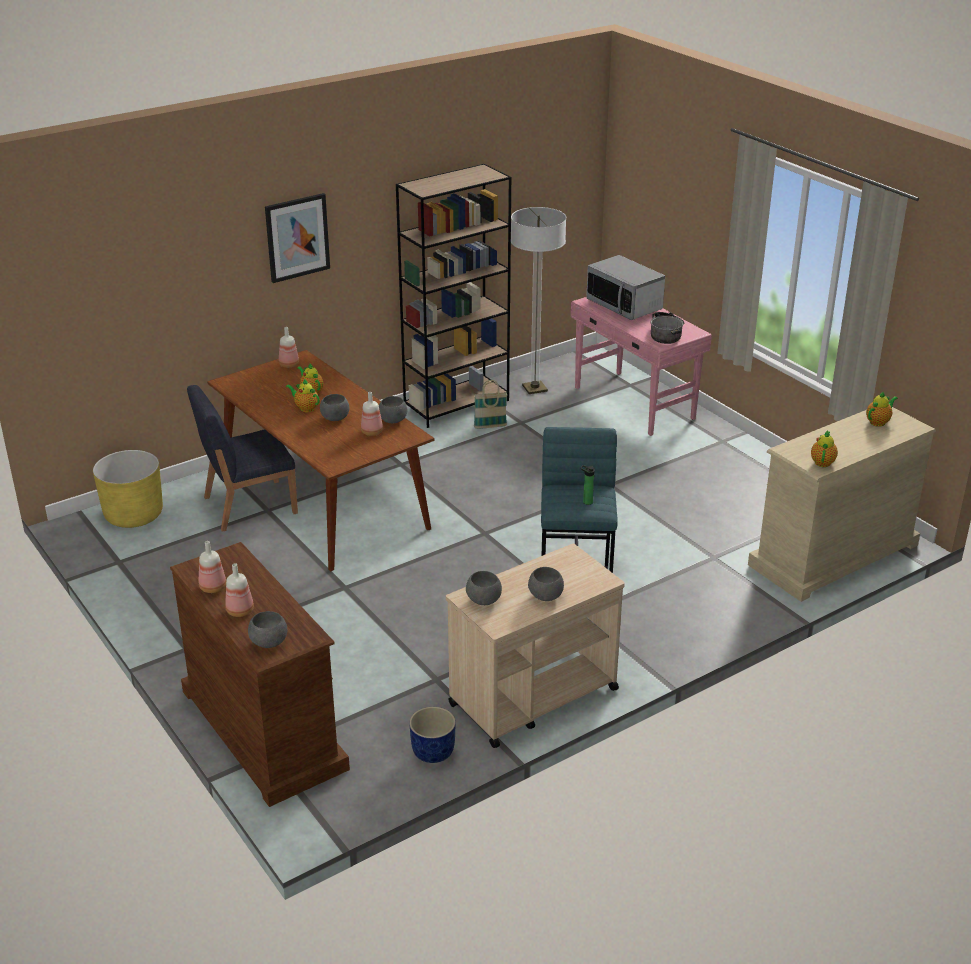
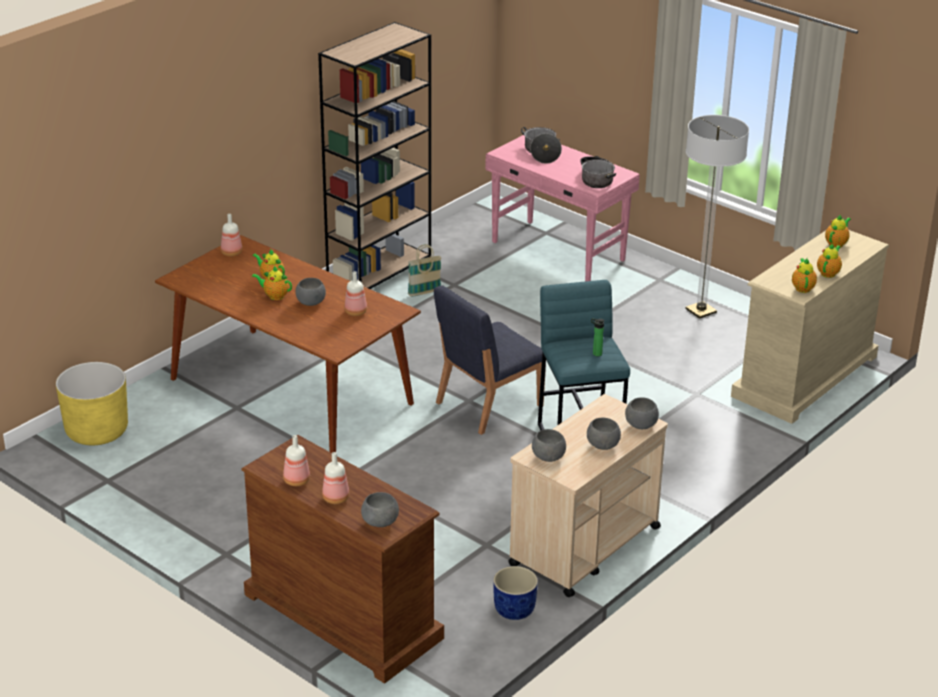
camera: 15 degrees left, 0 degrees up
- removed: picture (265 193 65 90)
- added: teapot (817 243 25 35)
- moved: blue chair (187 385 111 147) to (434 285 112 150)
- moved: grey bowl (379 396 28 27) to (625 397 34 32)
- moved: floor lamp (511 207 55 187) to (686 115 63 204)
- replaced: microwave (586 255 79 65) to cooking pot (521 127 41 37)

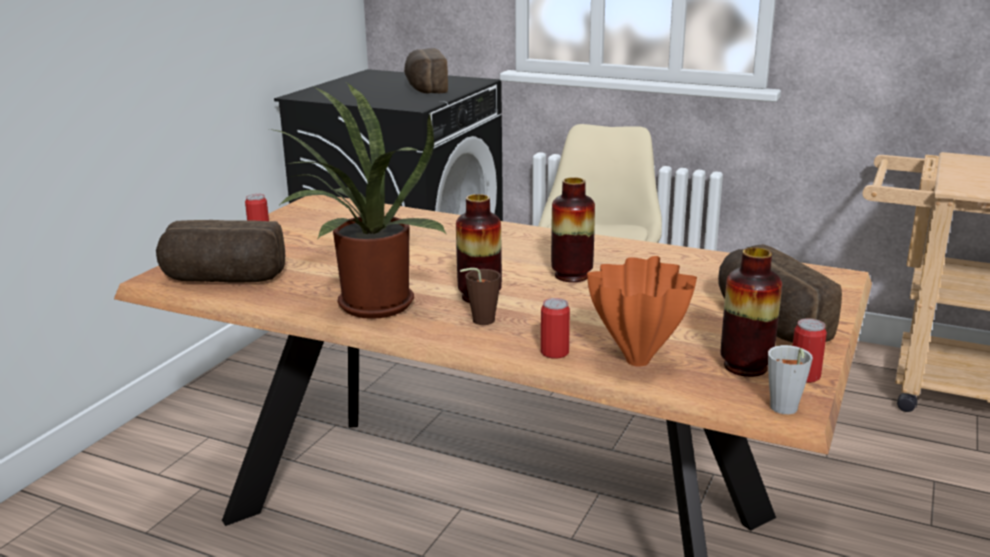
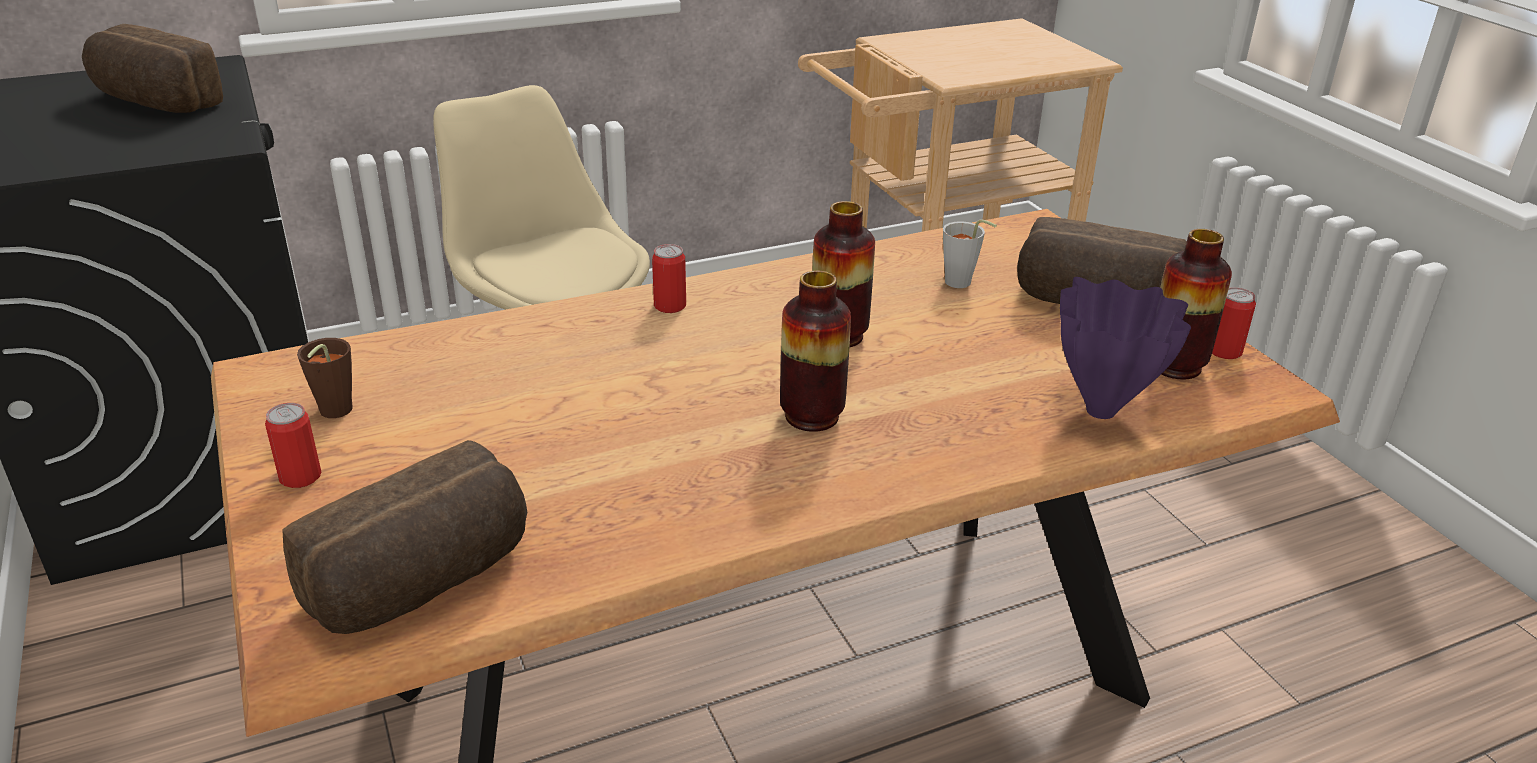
camera: 50 degrees left, 10 degrees up
- removed: potted plant (270 83 177 236)
- moved: brown cup (460 268 41 57) to (297 338 56 80)
- moved: can (541 298 29 61) to (652 244 34 69)
- moved: grey cup (768 345 45 69) to (943 220 54 68)
- recoloured: orange vase (587 256 110 111) to purple vase (1060 277 131 142)

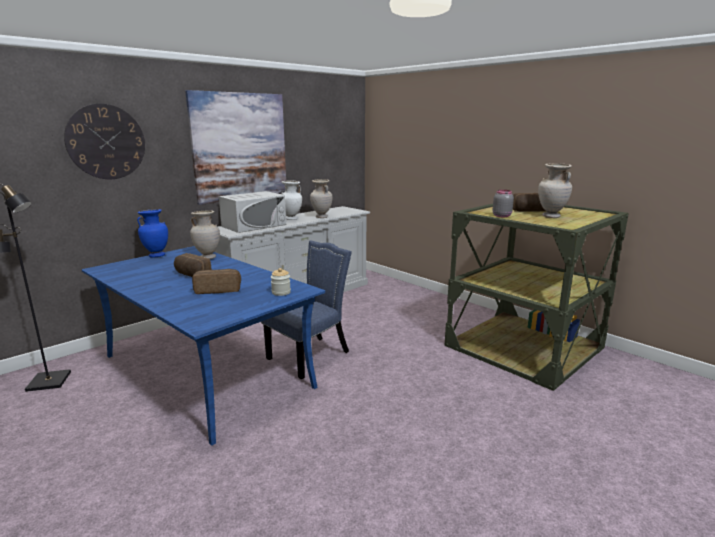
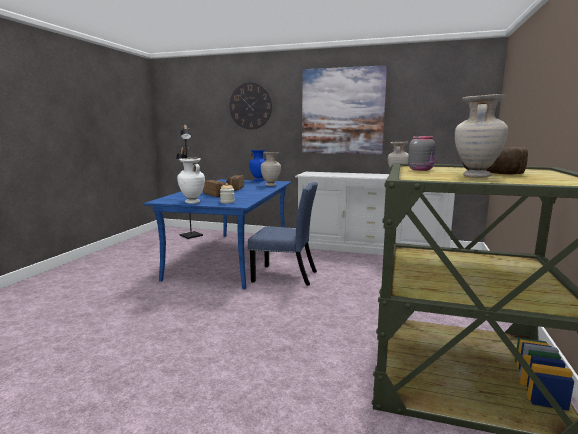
camera: 60 degrees right, 5 degrees down
- removed: white microwave (219 191 67 42)
- moved: white vase (281 180 21 40) to (177 158 28 46)

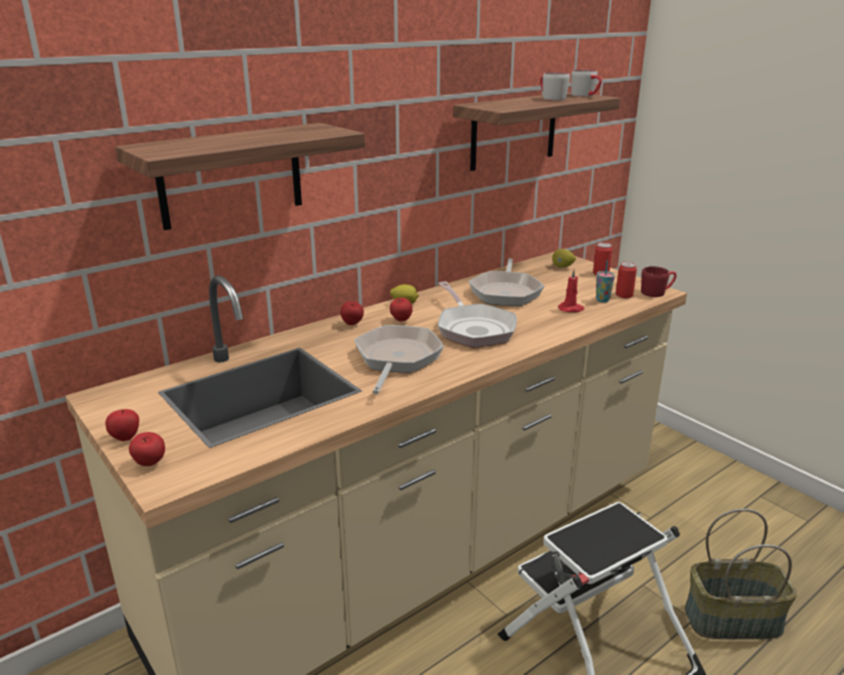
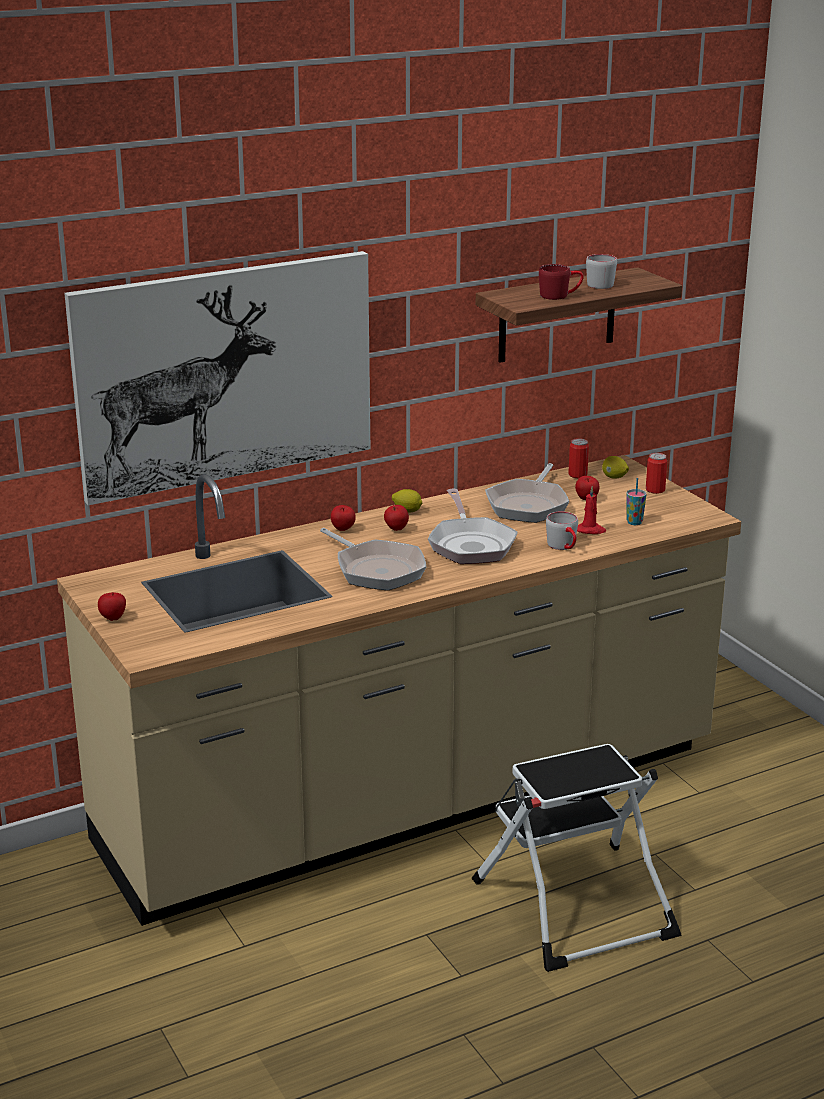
camera: 10 degrees right, 0 degrees up
- removed: basket (685 509 112 130)
- moved: apple (129 432 36 34) to (575 476 24 24)
- moved: grey mug (571 70 31 27) to (546 511 32 39)
- moved: can (616 262 21 36) to (568 438 21 40)
- moved: red mug (641 266 36 31) to (539 264 45 36)
- replaced: shelf (115 123 250 107) to picture (64 251 306 254)
- turned: frying pan (354 325 90 69) = (320 528 106 63) 120 degrees clockwise

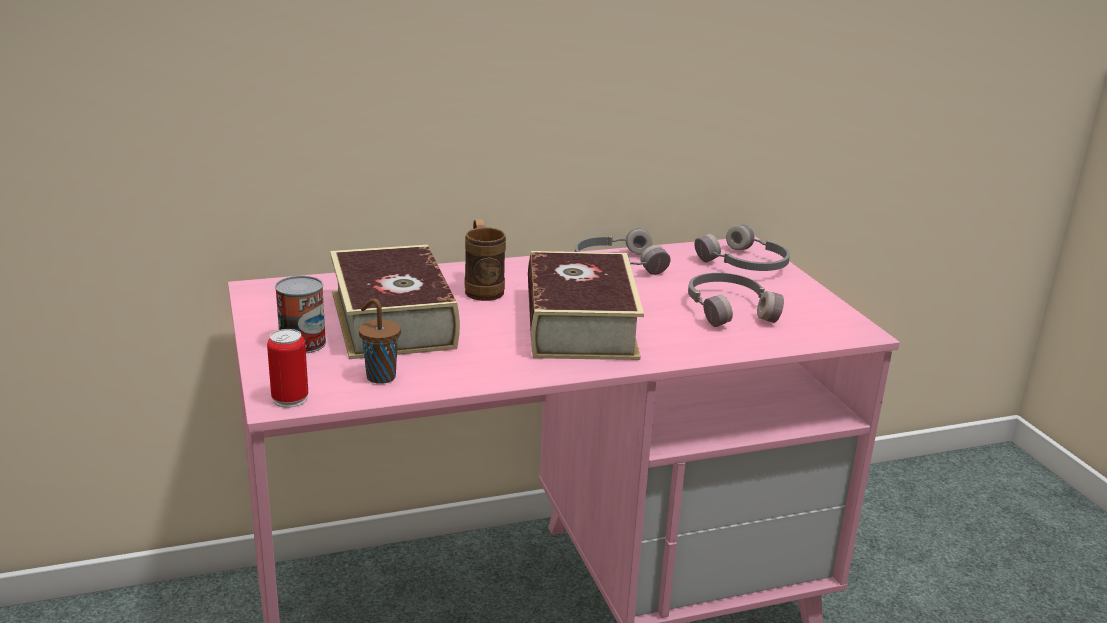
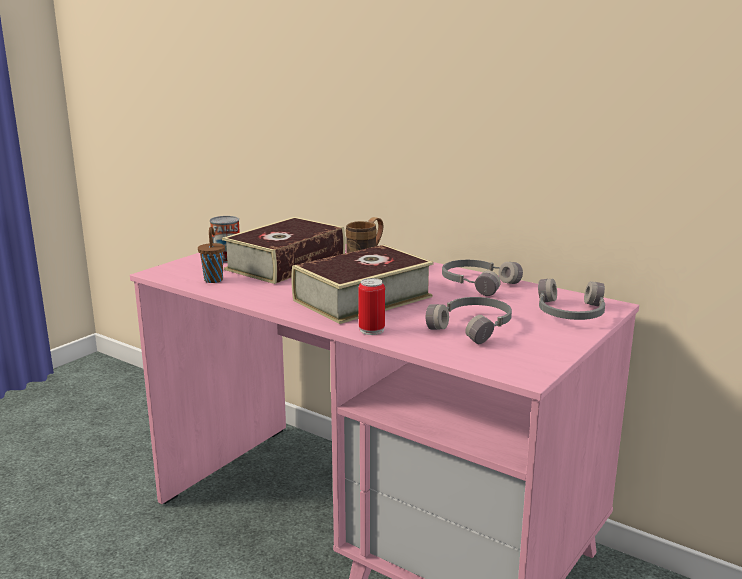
camera: 55 degrees right, 5 degrees down
- moved: can (267 329 41 79) to (358 278 27 57)

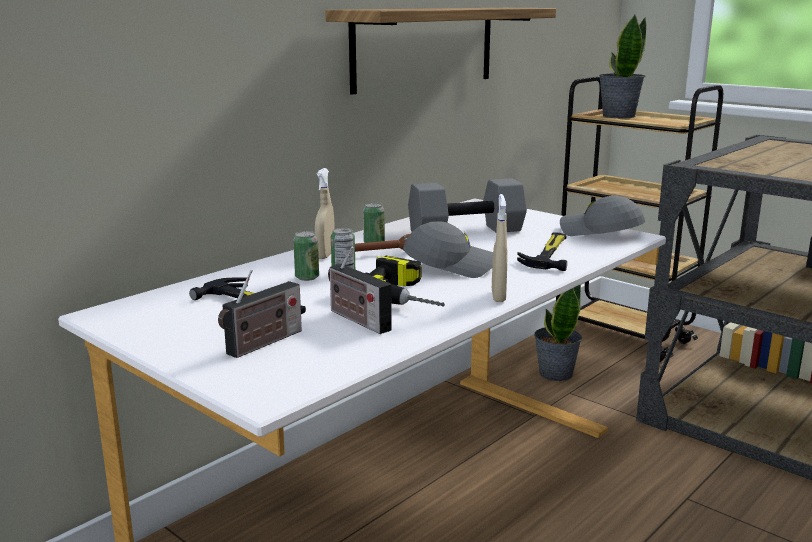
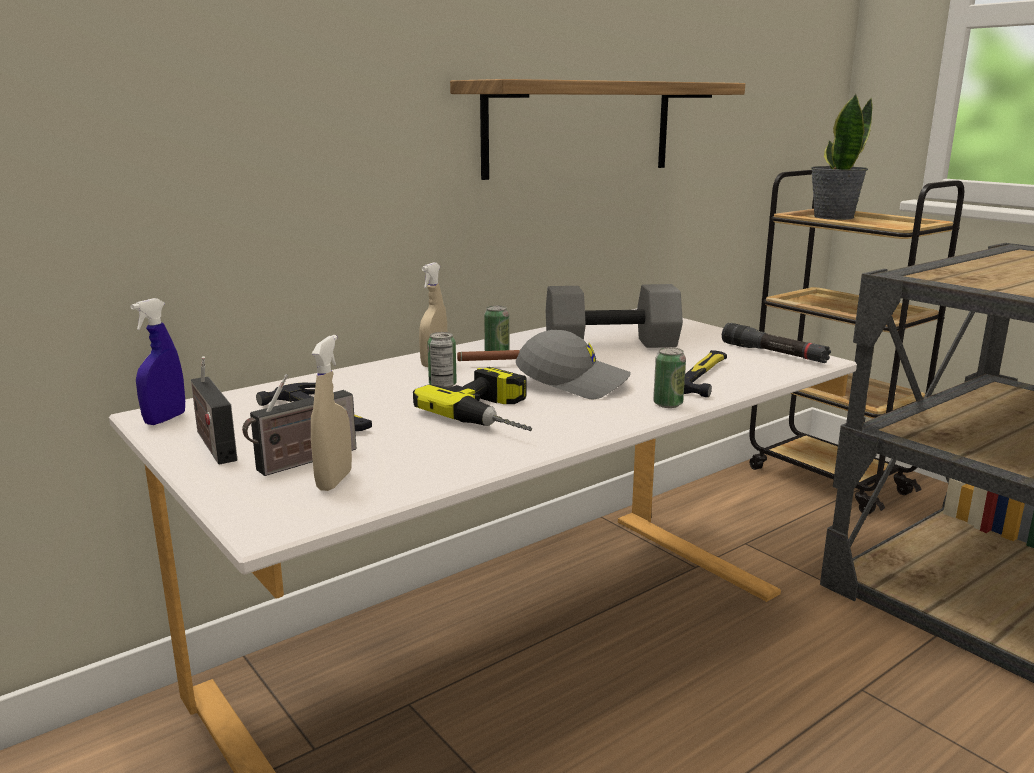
camera: 10 degrees right, 0 degrees up
- removed: potted plant (534 284 48 97)
- added: blue spray bottle (130 298 55 127)
- moved: can (293 231 26 50) to (653 347 33 61)
- moved: radio (328 247 64 87) to (191 356 46 109)
- moved: beige spray bottle (492 194 15 108) to (311 335 41 156)
- replaced: grey cap (560 196 85 40) to black flashlight (722 323 109 40)

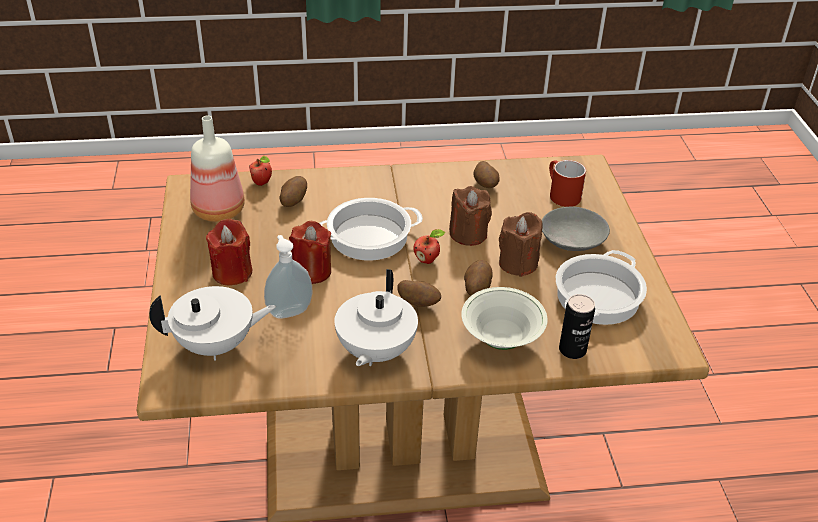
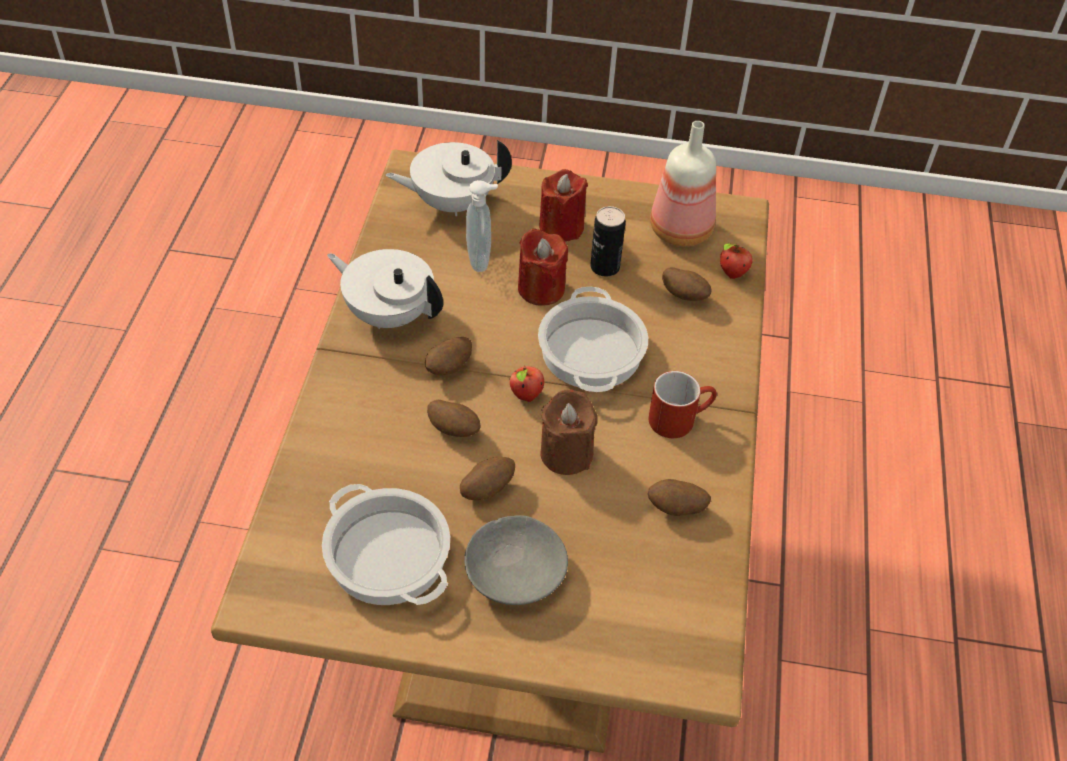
camera: 105 degrees right, 10 degrees up
- removed: white bowl (461 287 87 63)
- moved: red mug (549 160 37 47) to (648 371 69 67)
- moved: can (559 294 36 65) to (590 206 36 70)
- replaced: brown candle (499 212 44 65) to potato (460 457 55 43)
- turned: white teapot (149 286 127 75) = (386 140 126 76) 75 degrees clockwise

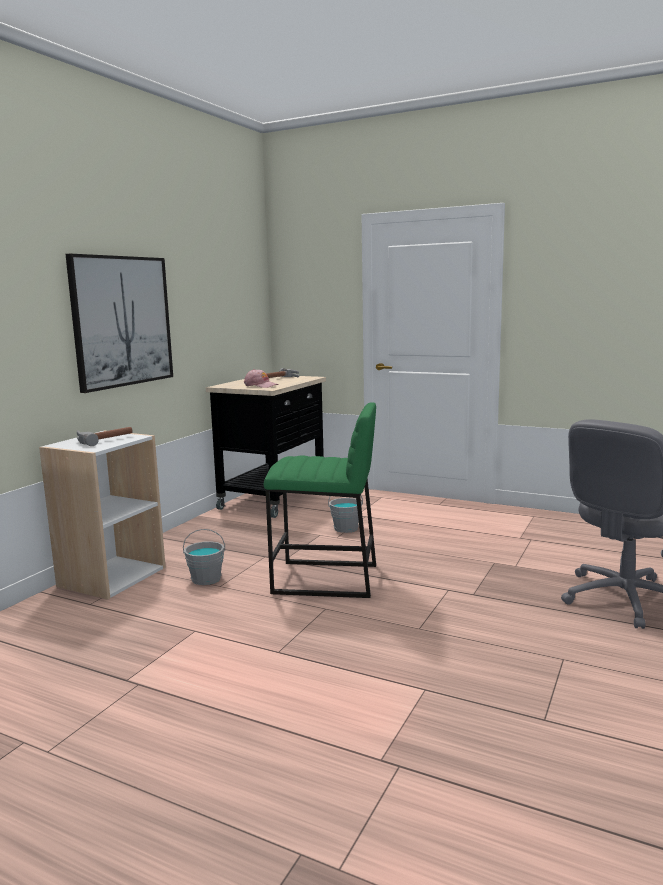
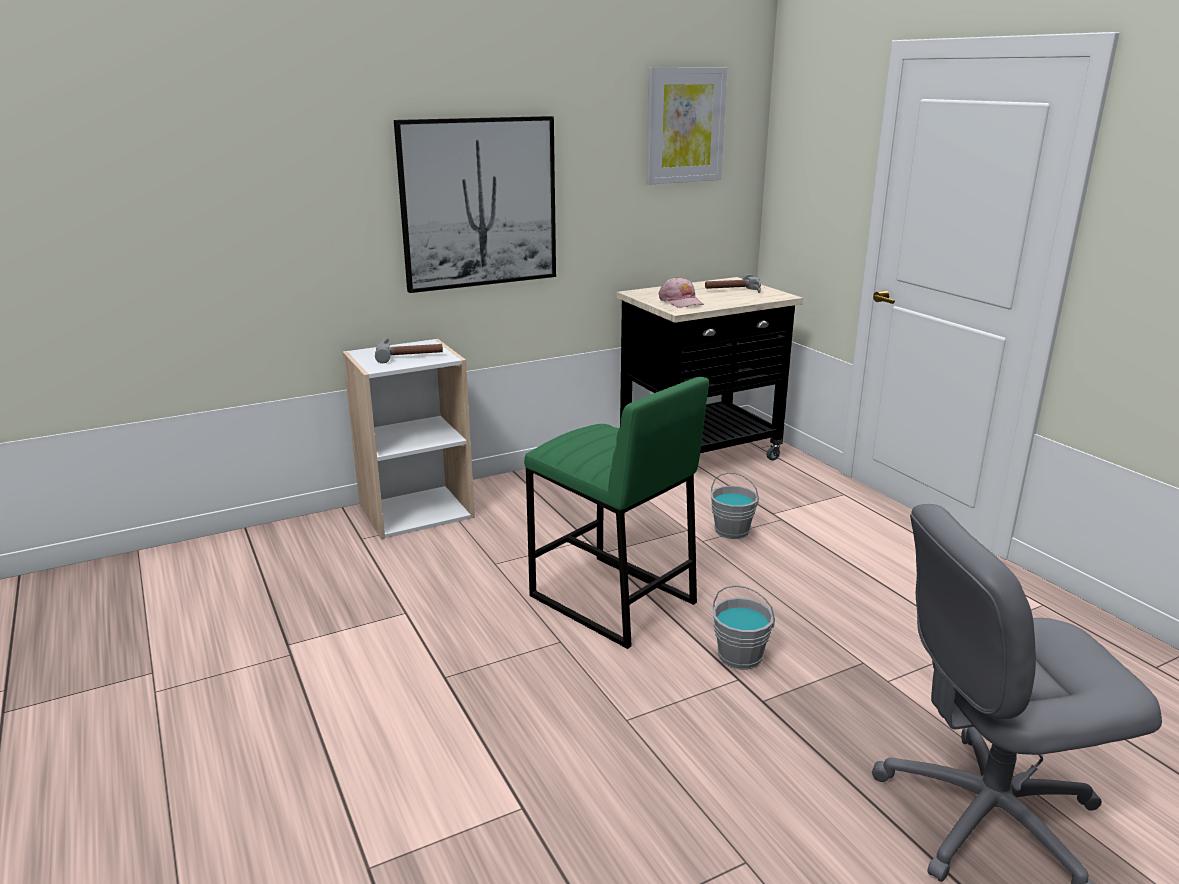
camera: 35 degrees right, 10 degrees up
- added: picture (646 67 81 118)
- moved: grey bucket (183 529 42 56) to (713 585 62 84)

